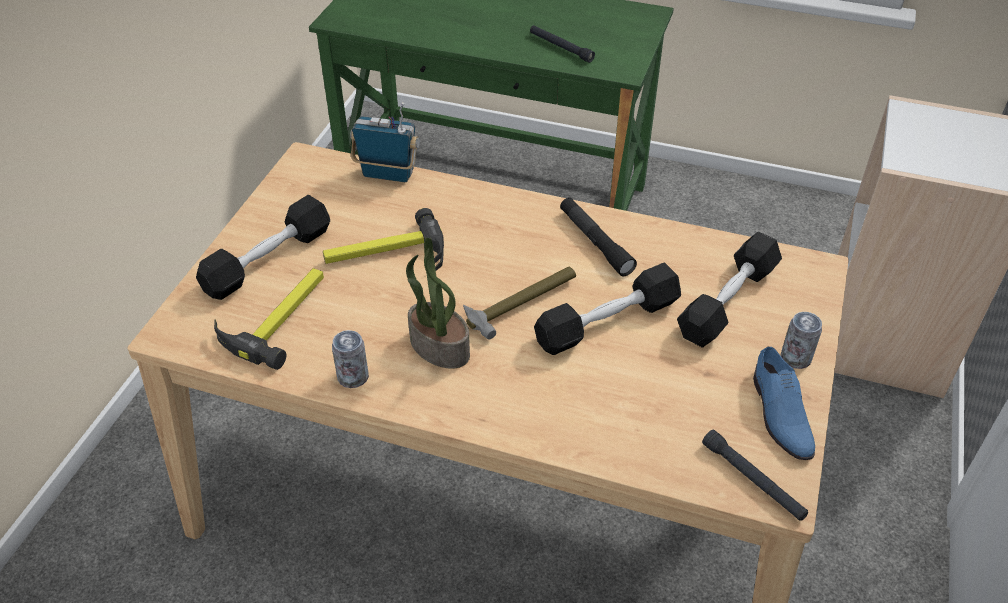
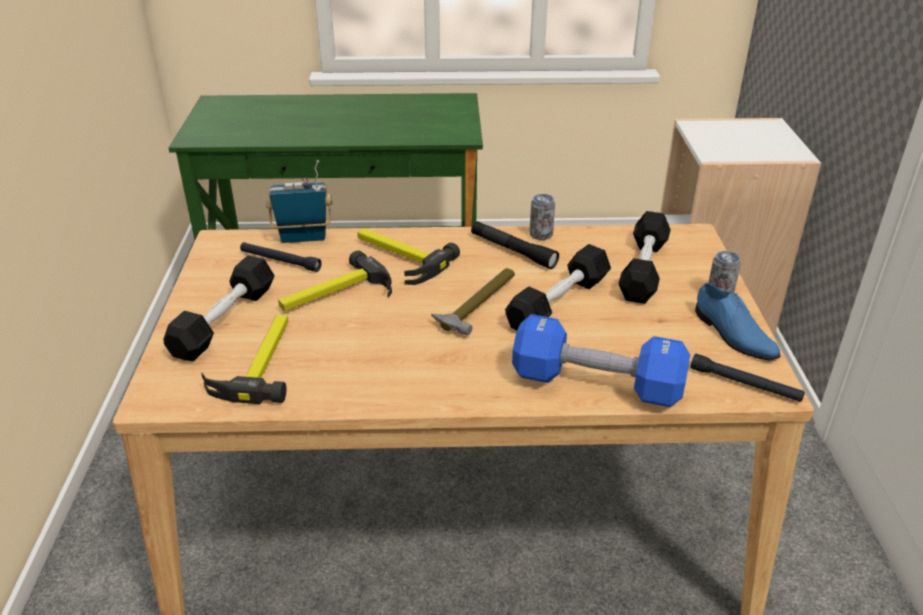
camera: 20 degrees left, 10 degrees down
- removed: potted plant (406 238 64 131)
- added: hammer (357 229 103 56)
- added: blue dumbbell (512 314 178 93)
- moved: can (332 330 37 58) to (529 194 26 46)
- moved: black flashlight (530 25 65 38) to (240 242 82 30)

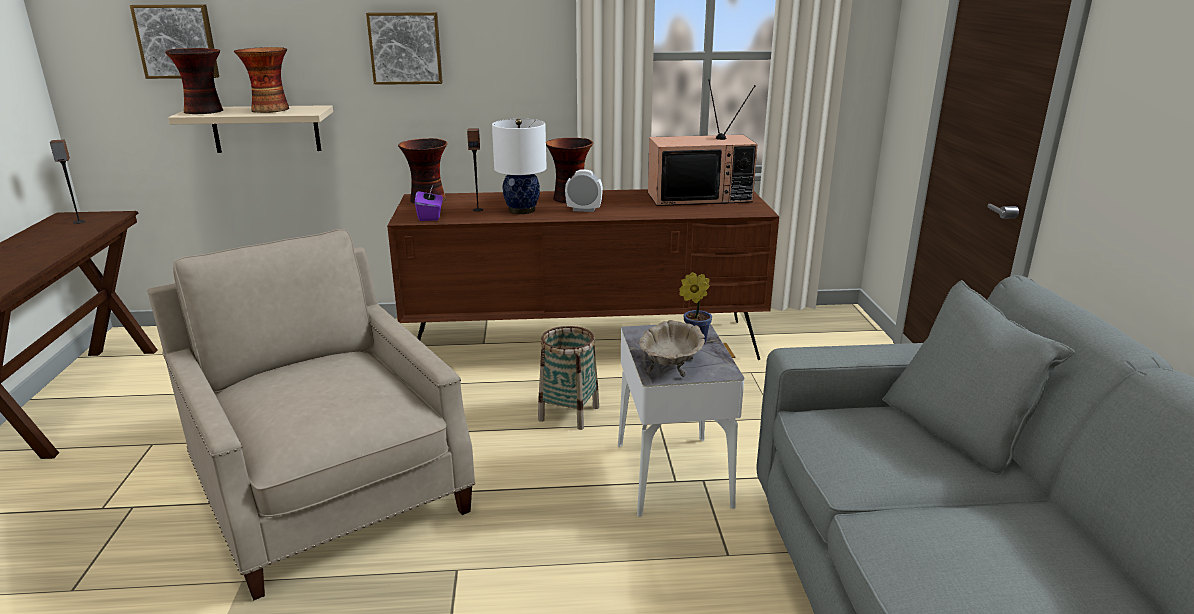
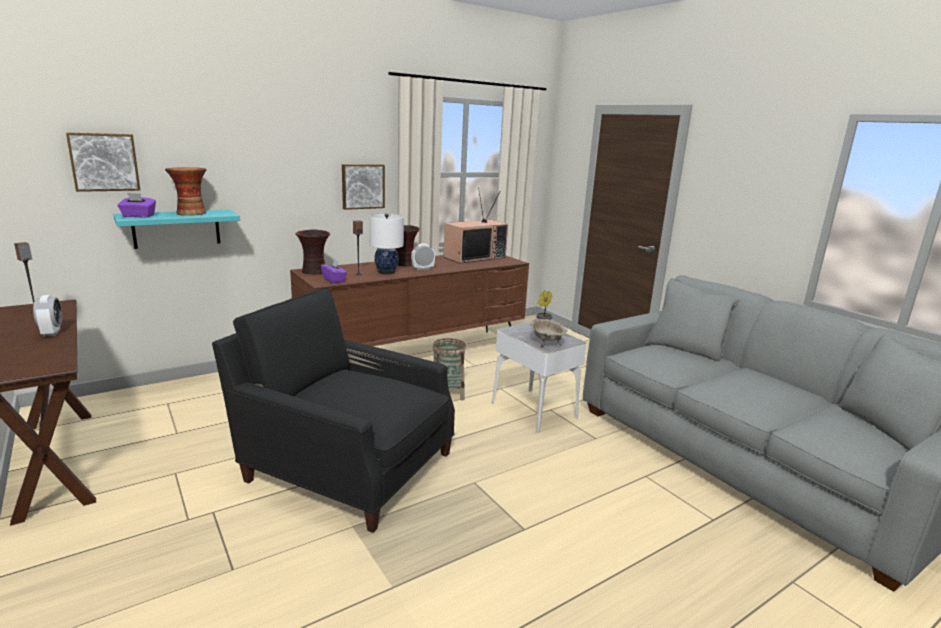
camera: 30 degrees left, 5 degrees down
- added: alarm clock (33 295 29 42)
- moved: picture (366 12 77 73) to (342 164 43 46)
- replaced: vase (165 48 58 66) to purple tissue box (117 193 39 25)
- recoloured: beige armchair (147 229 328 371) to black armchair (212 288 243 245)
- recoloured: beige shelf (168 105 165 48) to turquoise shelf (113 210 127 39)

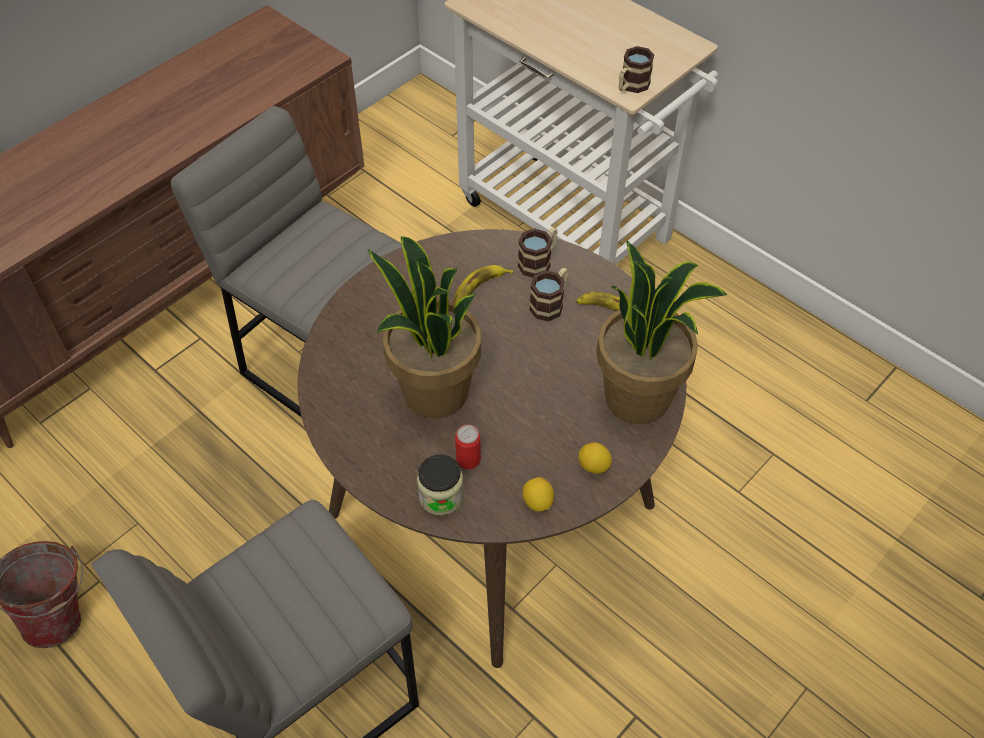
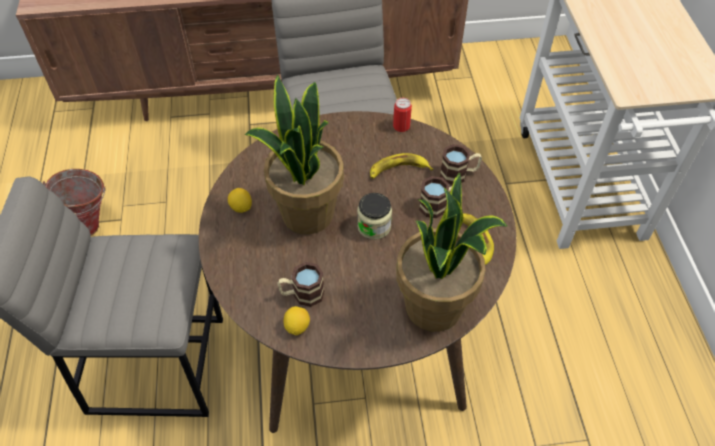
camera: 40 degrees right, 0 degrees up
- moved: jar (417 455 47 60) to (357 193 35 47)
- moved: can (455 425 26 44) to (393 98 19 34)
- moved: lemon (578 442 34 32) to (228 188 24 25)
- moved: mug (619 46 35 47) to (277 262 48 45)

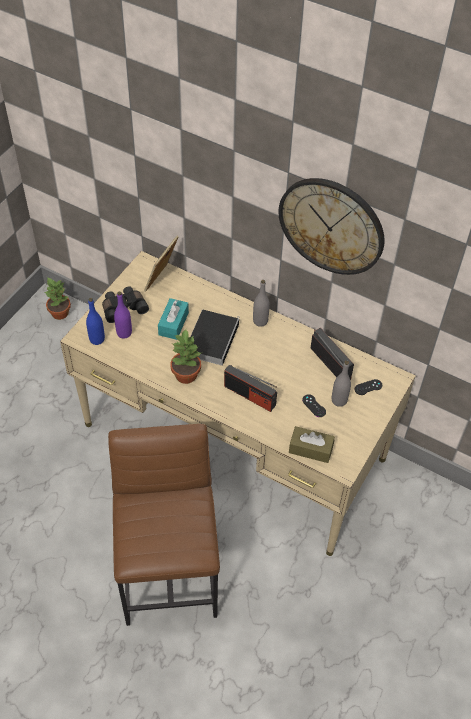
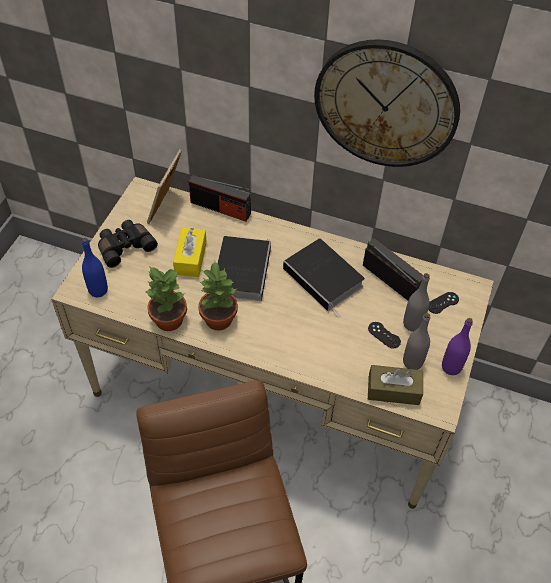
camera: 10 degrees left, 0 degrees up
- added: book (283 238 82 80)
- moved: potted plant (45 277 26 43) to (146 266 41 65)
- moved: purple bottle (114 292 18 47) to (442 318 31 57)
- moved: radio (224 365 53 47) to (189 175 62 47)
- moved: grey bottle (253 280 17 47) to (403 313 27 57)
- recoloured: turquoise tissue box (158 298 31 42) to yellow tissue box (173 227 34 50)

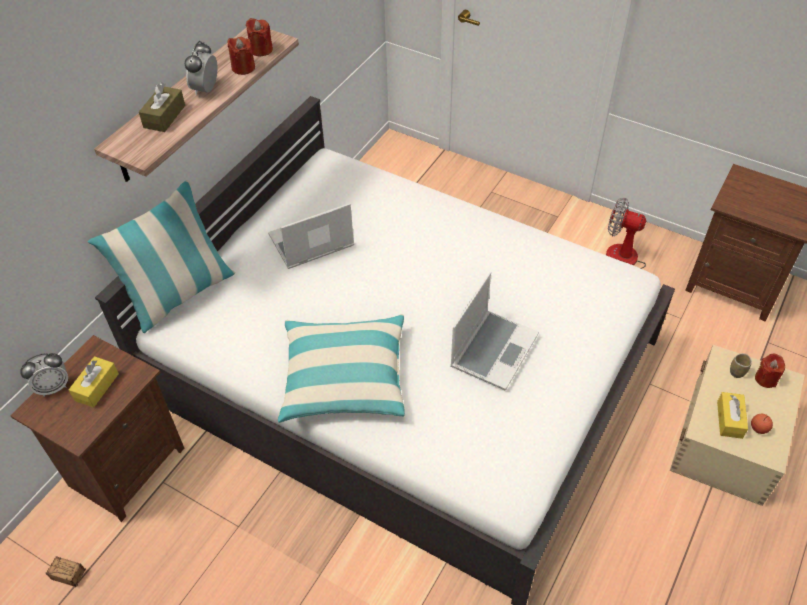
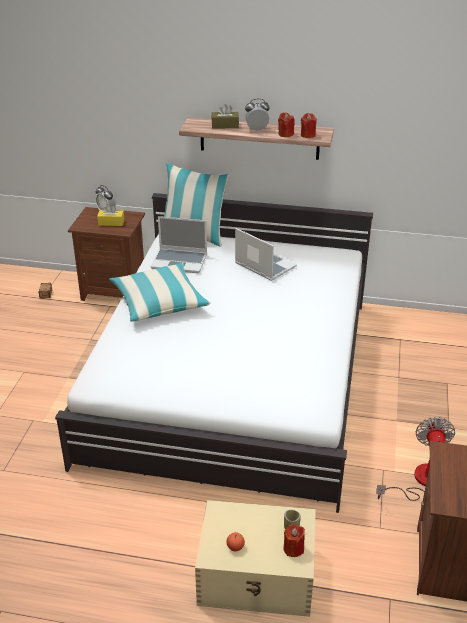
camera: 70 degrees right, 15 degrees down
- removed: yellow tissue box (717 392 31 47)
- moved: laptop (450 272 89 119) to (151 216 56 57)

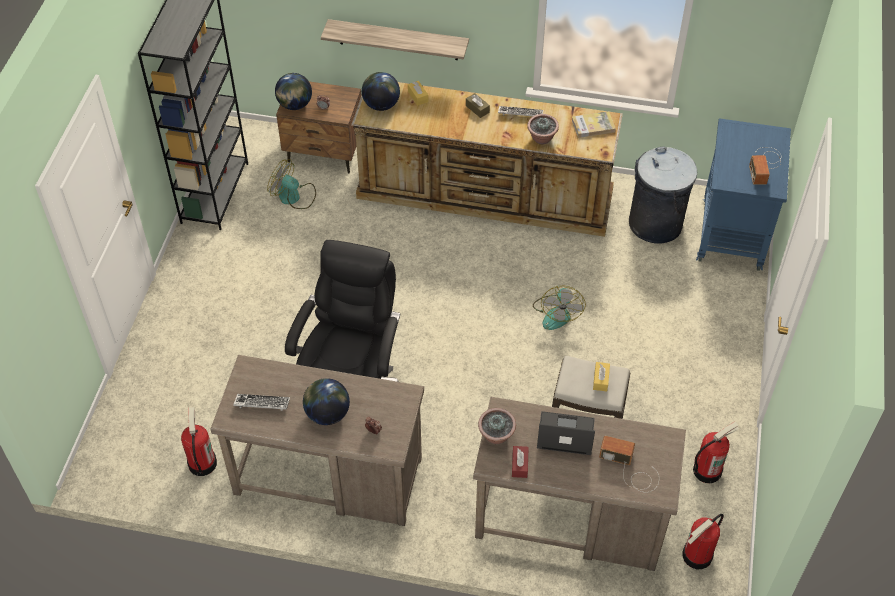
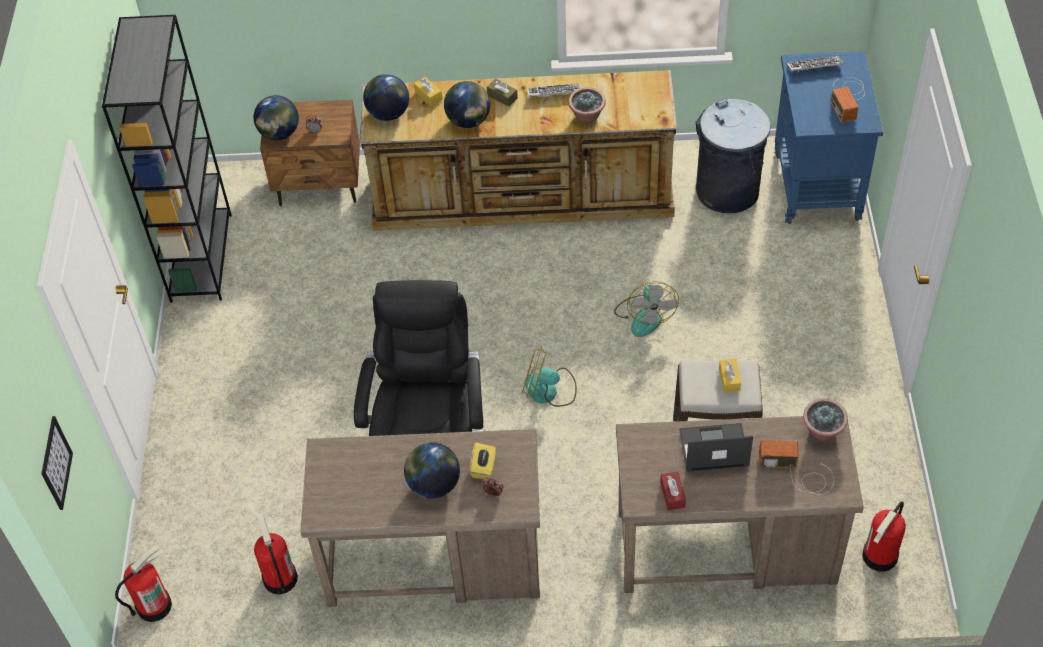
camera: 10 degrees left, 0 degrees up
- removed: shelf (321 19 148 41)
- removed: book (572 111 44 27)
- added: picture (41 416 32 94)
- added: globe (444 81 46 47)
- added: yellow tissue box (470 442 26 37)
- moved: keyboard (233 394 57 17) to (787 56 56 17)
- moved: fan (267 159 49 50) to (522 346 55 61)
- moved: potted plant (478 408 38 36) to (803 398 45 43)
- moved: fire extinguisher (693 422 46 61) to (115 545 57 77)

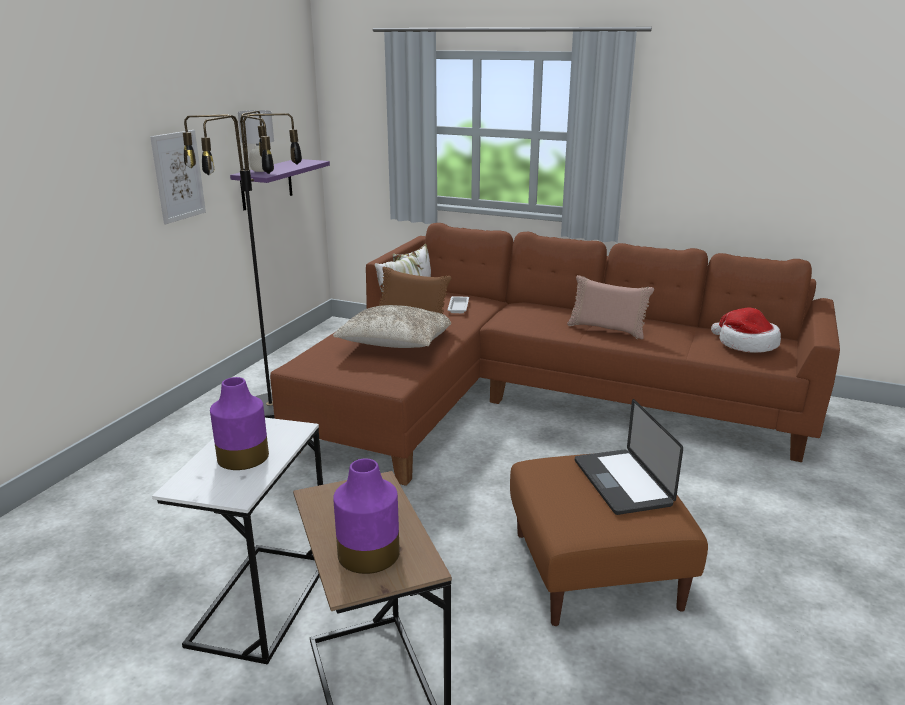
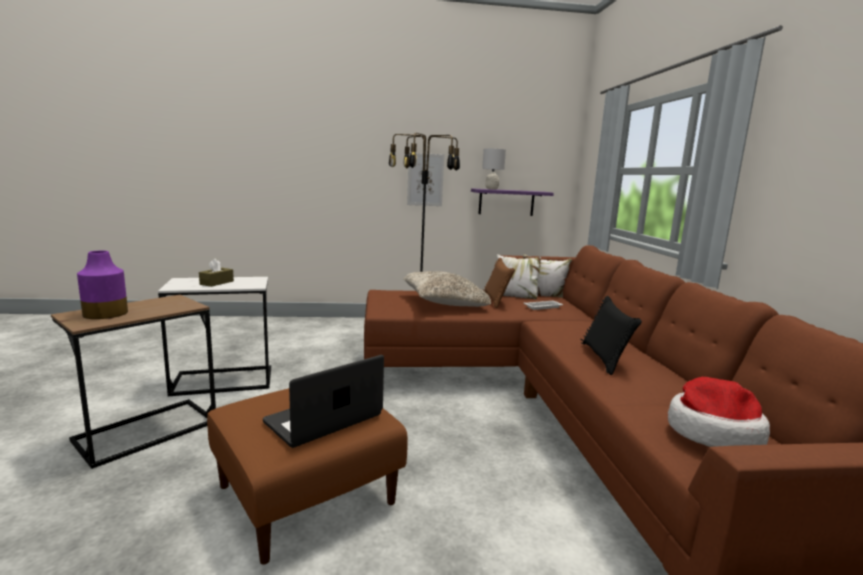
camera: 60 degrees right, 10 degrees down
- replaced: purple vase (210 377 59 93) to brown tissue box (199 259 35 28)
- recoloured: beige pillow (567 275 87 64) to black pillow (581 296 61 79)

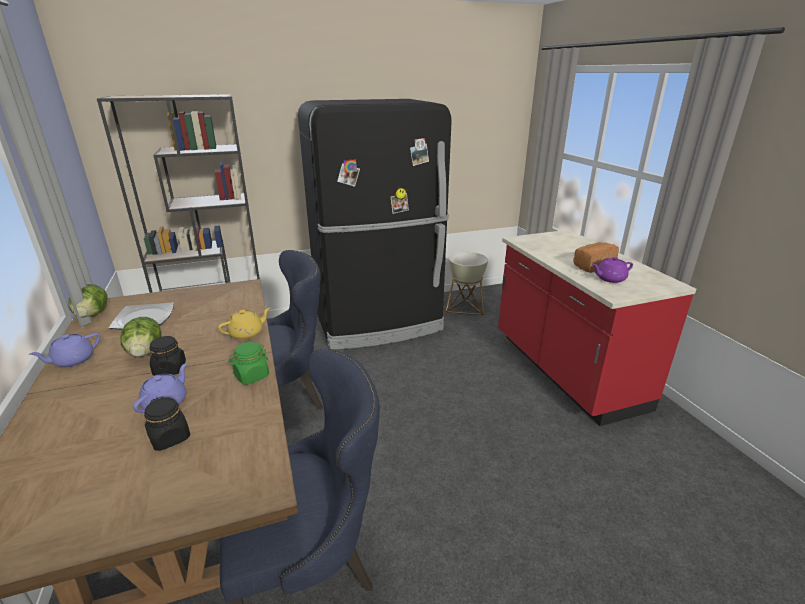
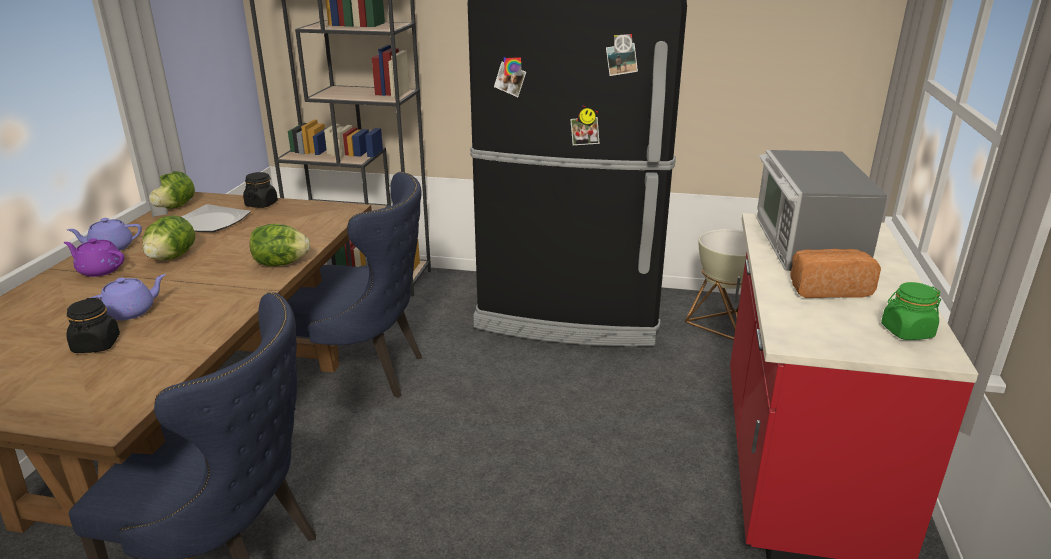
camera: 30 degrees right, 0 degrees up
- added: microwave (756 150 132 121)
- moved: black jar (149 336 37 40) to (243 172 35 36)
- moved: green jar (228 342 41 43) to (881 282 60 58)
- moved: purple teapot (592 257 41 26) to (64 238 61 39)
- replaced: yellow teapot (218 308 52 32) to lettuce (250 224 60 42)

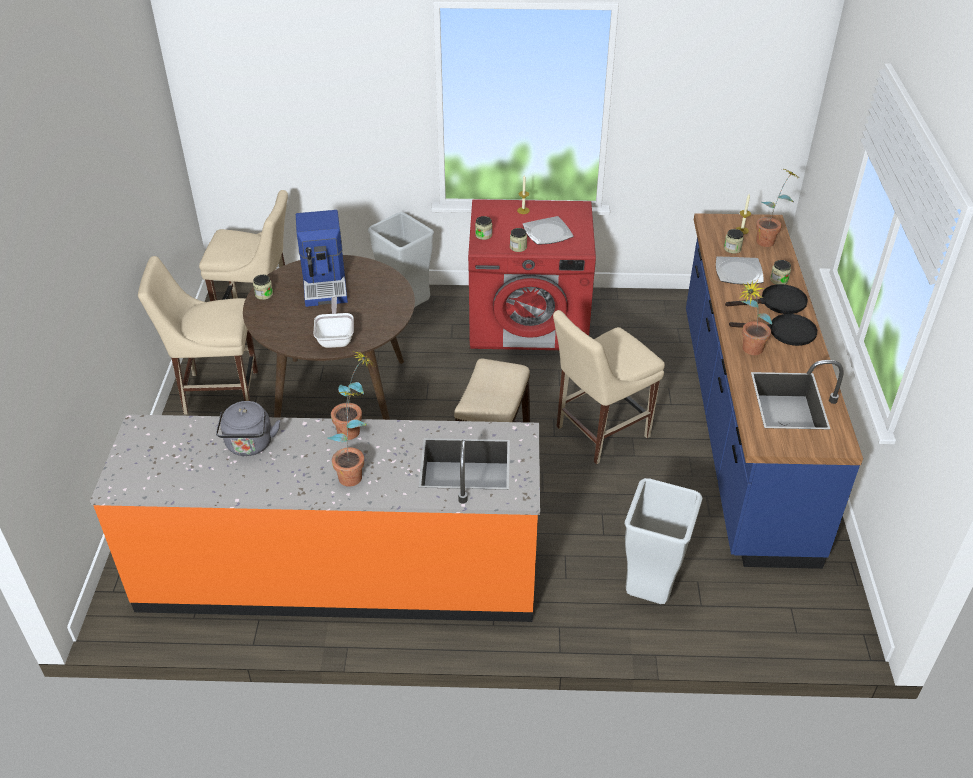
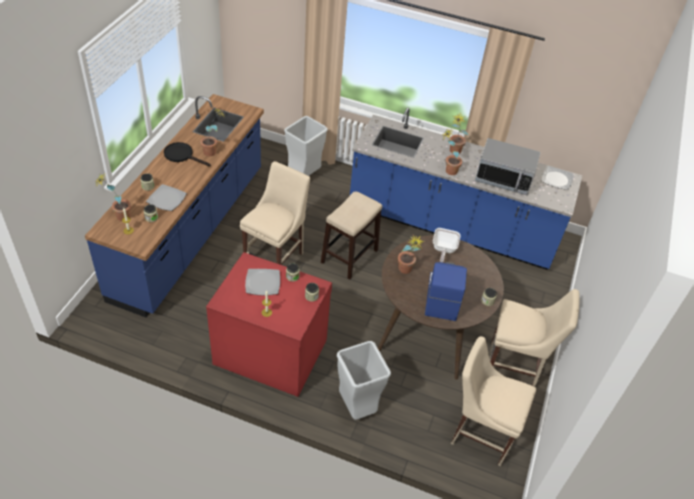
camera: 165 degrees left, 5 degrees up
- removed: black frying pan (725 284 83 30)
- added: potted plant (398 235 26 39)
- added: plate (542 166 32 24)
- replaced: grey kettle (216 401 64 55) to microwave (475 138 66 57)
- recoloured: orange counter (90 414 450 208) to blue counter (350 108 233 162)
- turned: beige chair (553 310 112 154) = (240 161 70 104) 45 degrees counterclockwise

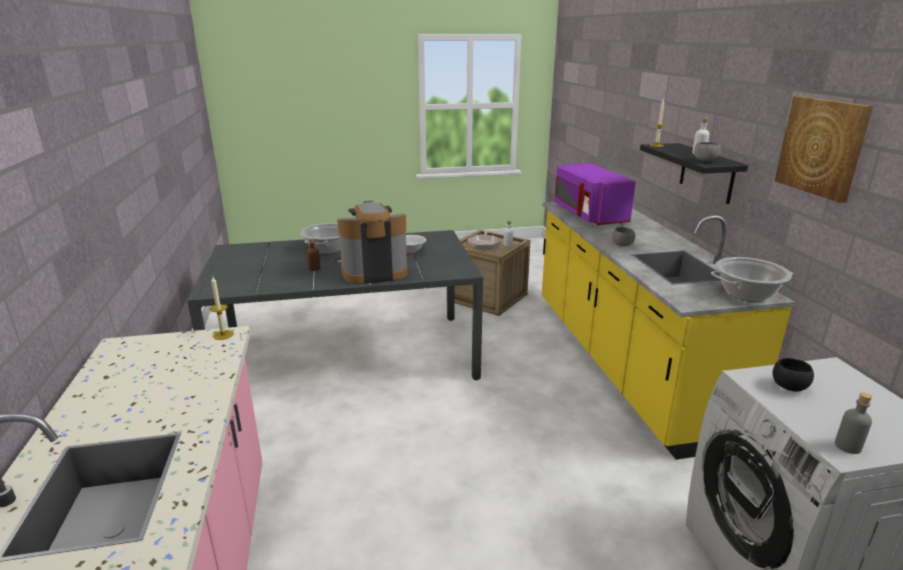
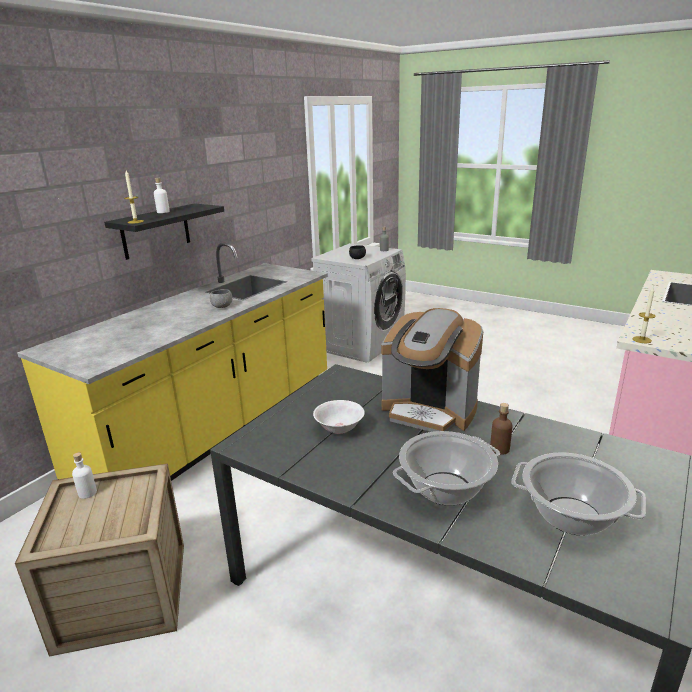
camera: 135 degrees left, 0 degrees up
- removed: frying pan (467 229 34 20)
- removed: purple microwave (555 163 81 62)
- removed: grey bowl (694 142 27 19)
- removed: picture (774 96 99 107)
- moved: cooking pot (711 257 82 45) to (512 452 134 84)

